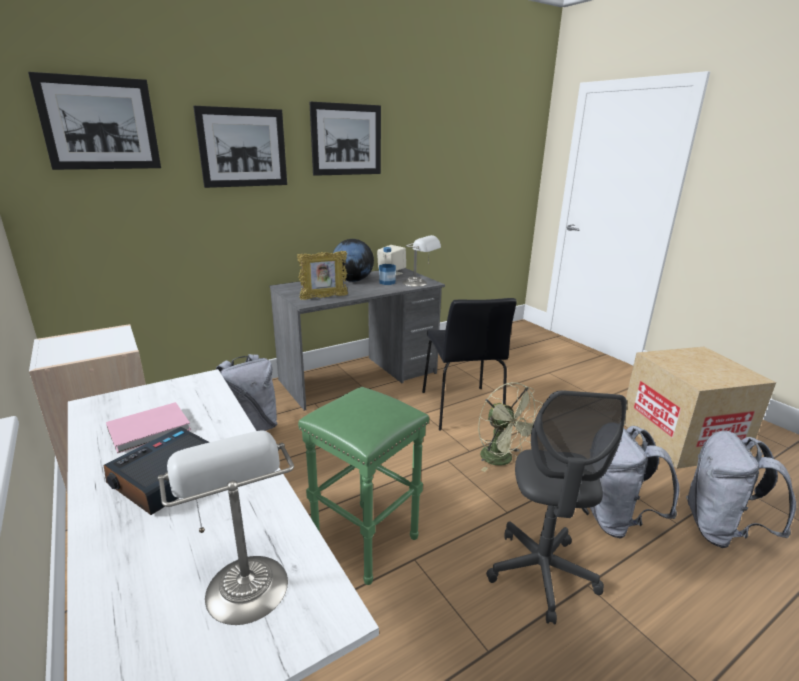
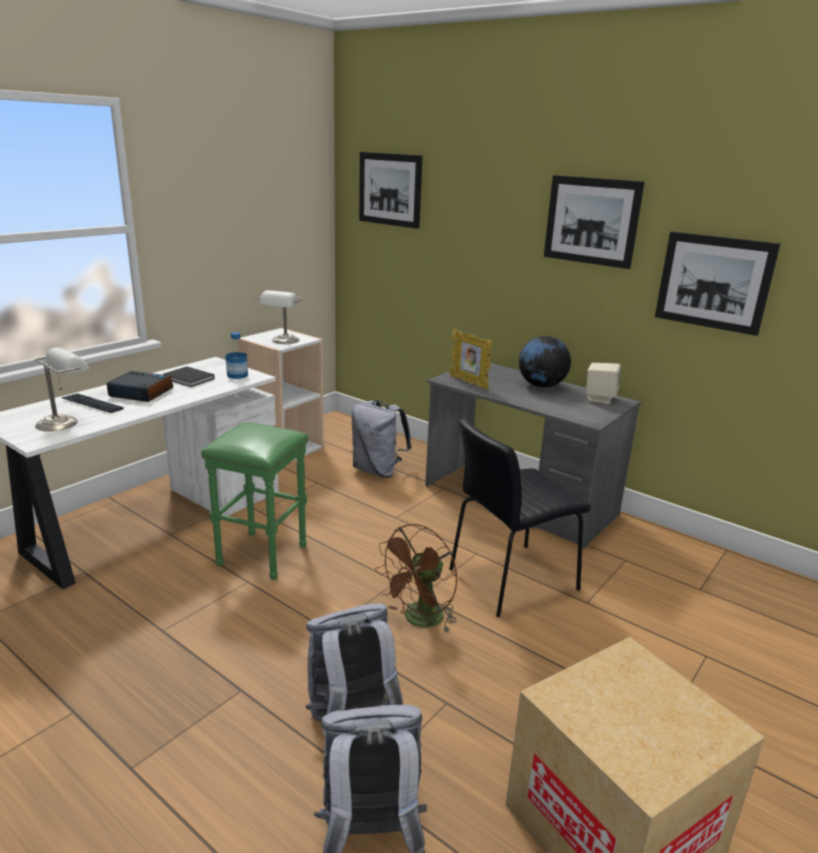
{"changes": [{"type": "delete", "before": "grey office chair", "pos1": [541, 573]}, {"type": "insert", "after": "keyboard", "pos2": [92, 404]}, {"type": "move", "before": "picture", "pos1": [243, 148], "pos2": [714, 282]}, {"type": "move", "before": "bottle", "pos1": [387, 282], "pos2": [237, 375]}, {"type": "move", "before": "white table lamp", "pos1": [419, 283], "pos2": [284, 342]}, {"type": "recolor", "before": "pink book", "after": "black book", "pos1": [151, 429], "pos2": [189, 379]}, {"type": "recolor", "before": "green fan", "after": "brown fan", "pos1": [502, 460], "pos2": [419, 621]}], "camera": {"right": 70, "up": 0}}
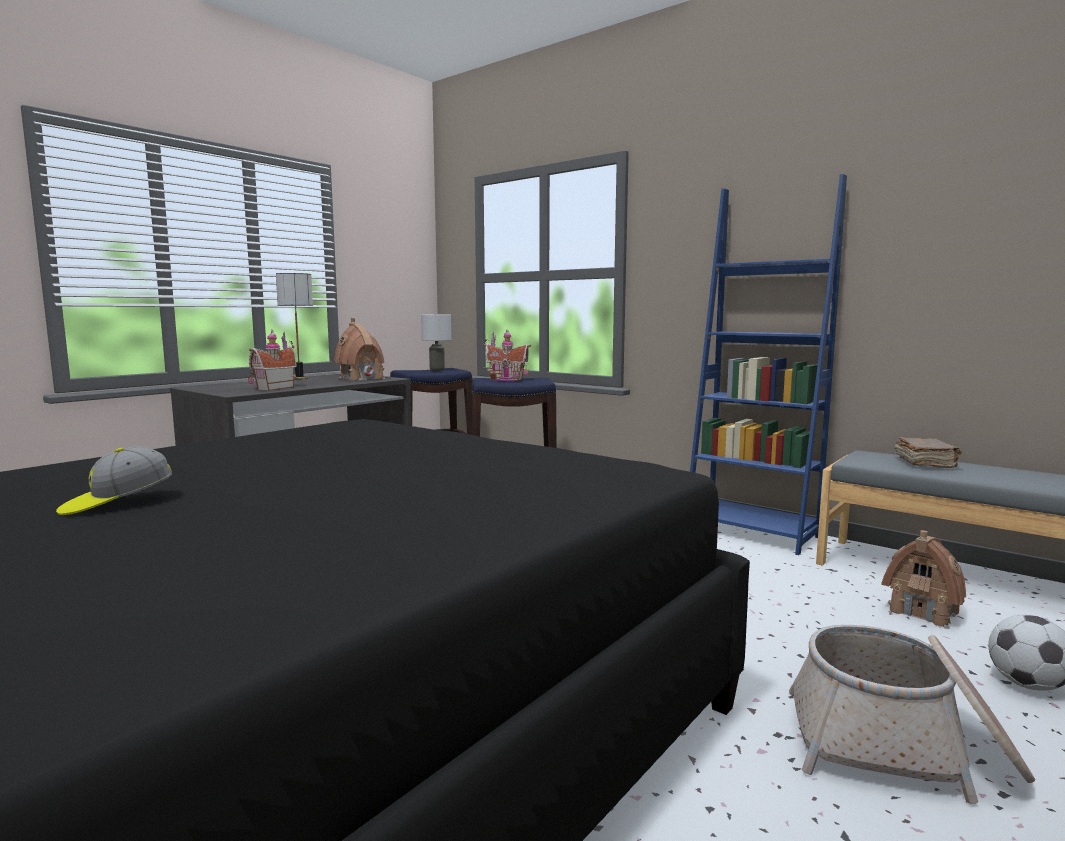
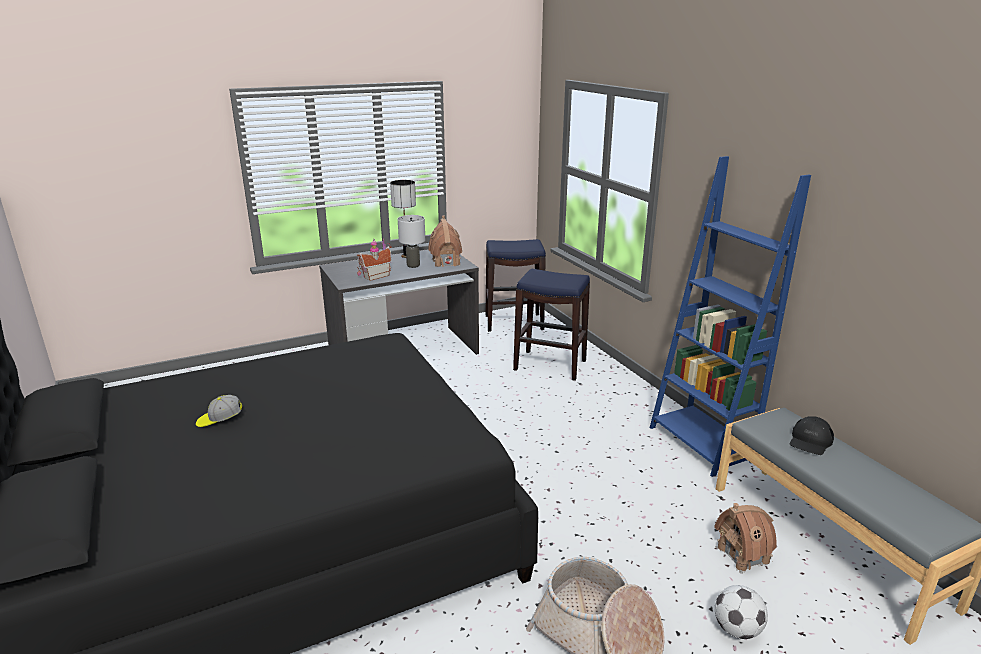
{"changes": [{"type": "delete", "before": "toy house", "pos1": [506, 380]}, {"type": "move", "before": "white table lamp", "pos1": [436, 370], "pos2": [412, 266]}, {"type": "replace", "before": "brown book", "after": "black cap", "pos1": [925, 463], "pos2": [810, 441]}], "camera": {"right": 25, "up": 15}}
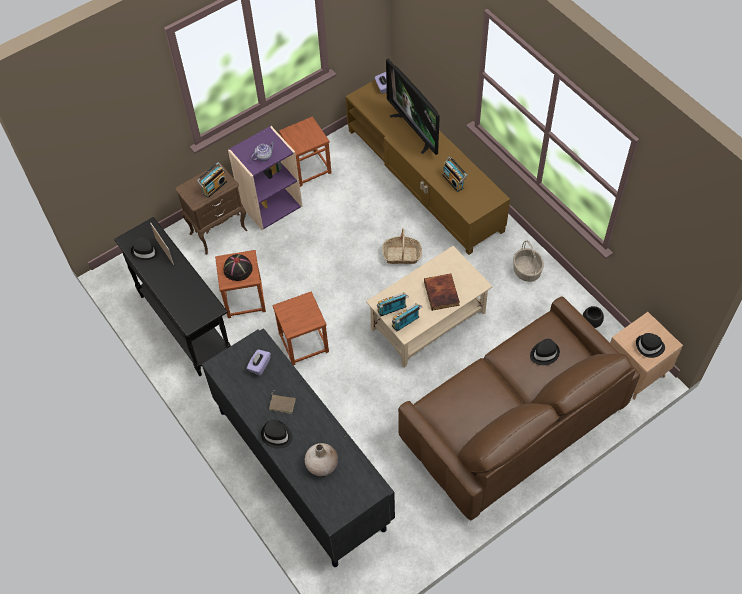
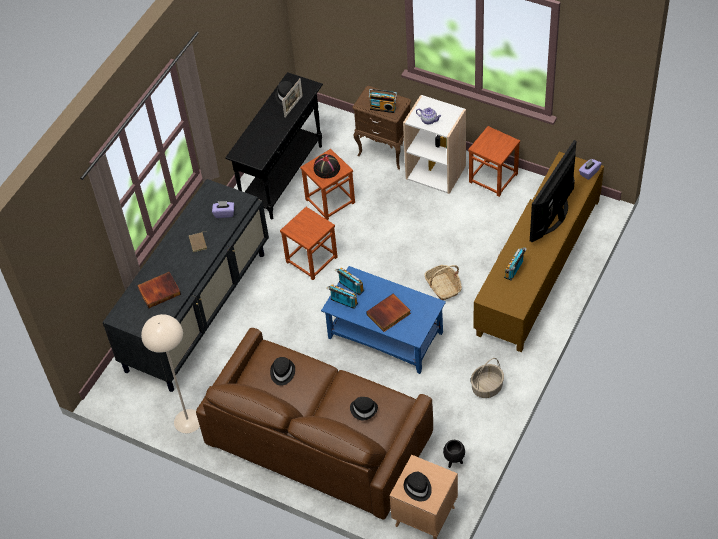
{"changes": [{"type": "insert", "after": "beige floor lamp", "pos2": [187, 421]}, {"type": "move", "before": "black hat", "pos1": [276, 435], "pos2": [282, 373]}, {"type": "replace", "before": "beige vase", "after": "book", "pos1": [322, 464], "pos2": [159, 290]}, {"type": "recolor", "before": "purple bookcase", "after": "white bookcase", "pos1": [271, 204], "pos2": [436, 172]}, {"type": "recolor", "before": "beige coffee table", "after": "blue coffee table", "pos1": [427, 322], "pos2": [384, 335]}], "camera": {"right": 65, "up": -5}}
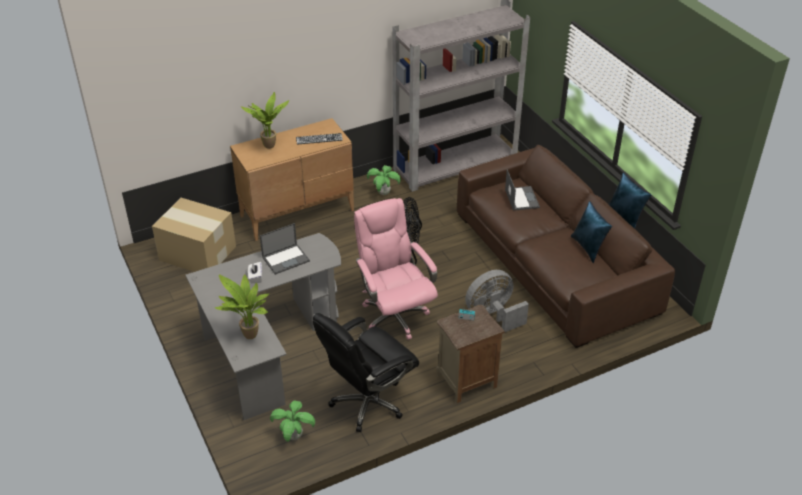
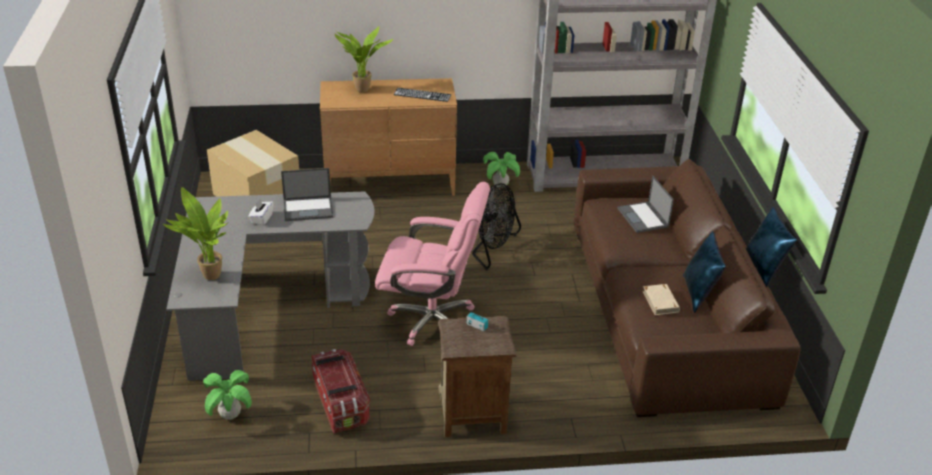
{"changes": [{"type": "delete", "before": "grey fan", "pos1": [493, 315]}, {"type": "insert", "after": "beige book", "pos2": [660, 301]}, {"type": "replace", "before": "black office chair", "after": "storage box", "pos1": [369, 401], "pos2": [340, 403]}, {"type": "rotate", "before": "pink office chair", "pos1": [395, 317], "pos2": [430, 319], "turn": 105}, {"type": "rotate", "before": "laptop", "pos1": [521, 198], "pos2": [643, 218], "turn": 150}], "camera": {"right": 20, "up": -5}}
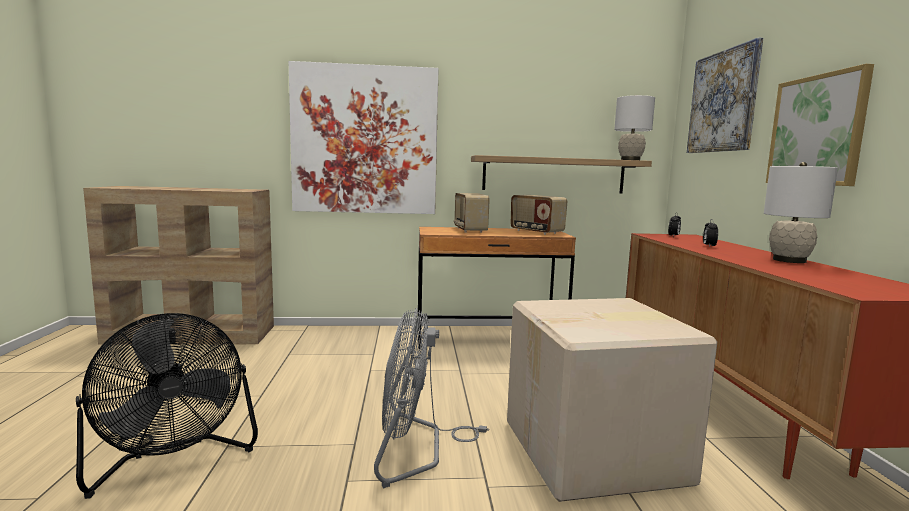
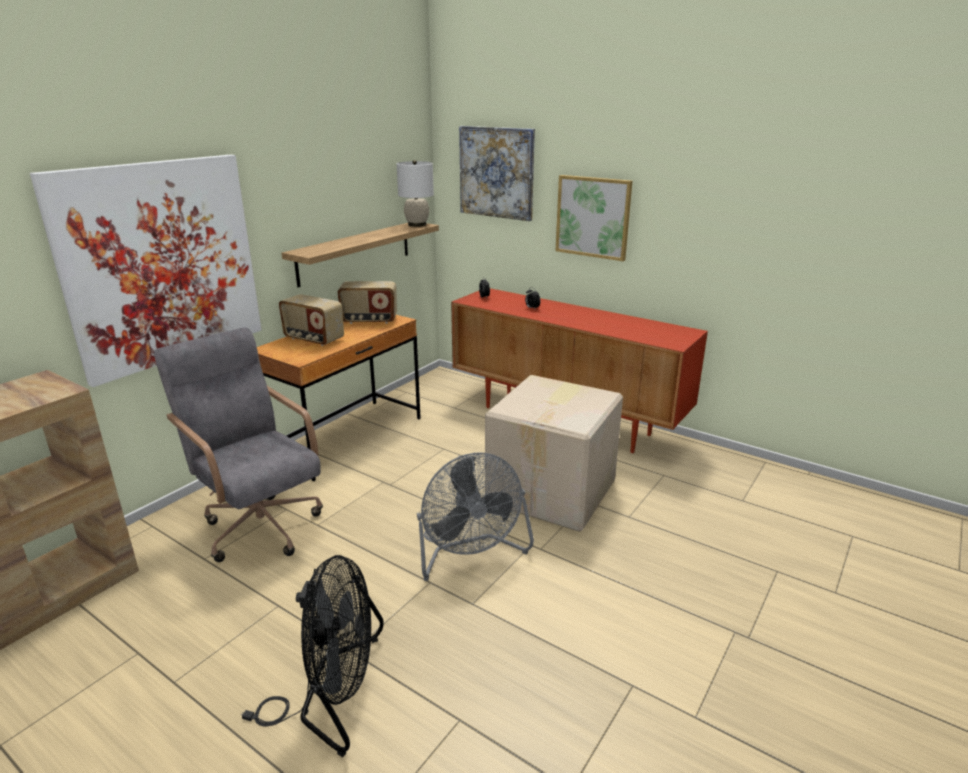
{"changes": [{"type": "delete", "before": "white table lamp", "pos1": [789, 260]}, {"type": "insert", "after": "grey office chair", "pos2": [259, 526]}, {"type": "rotate", "before": "grey fan", "pos1": [418, 444], "pos2": [465, 553], "turn": -60}], "camera": {"right": -50, "up": 15}}
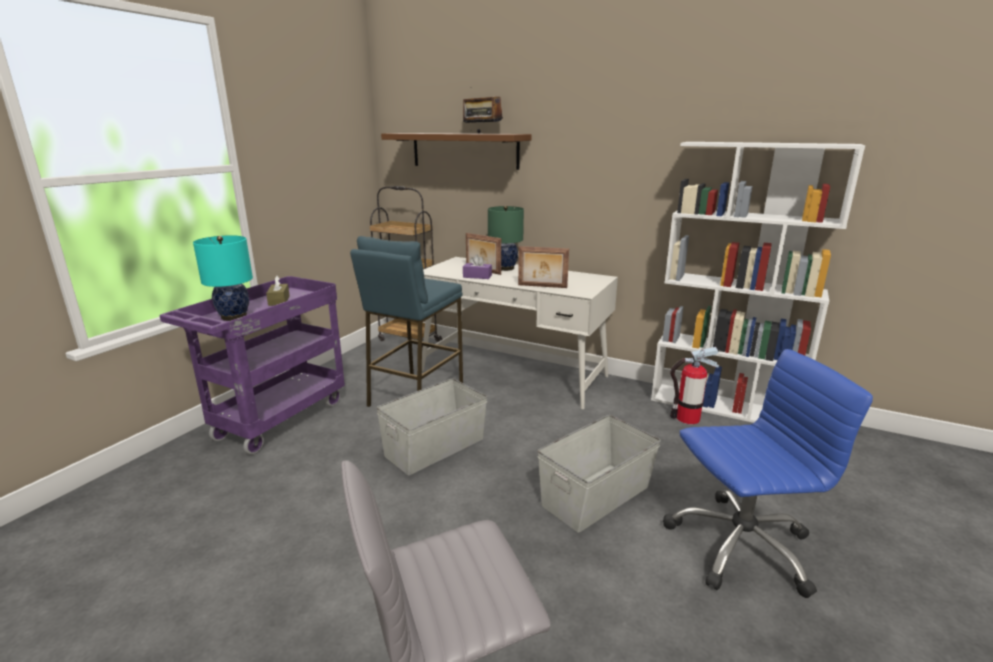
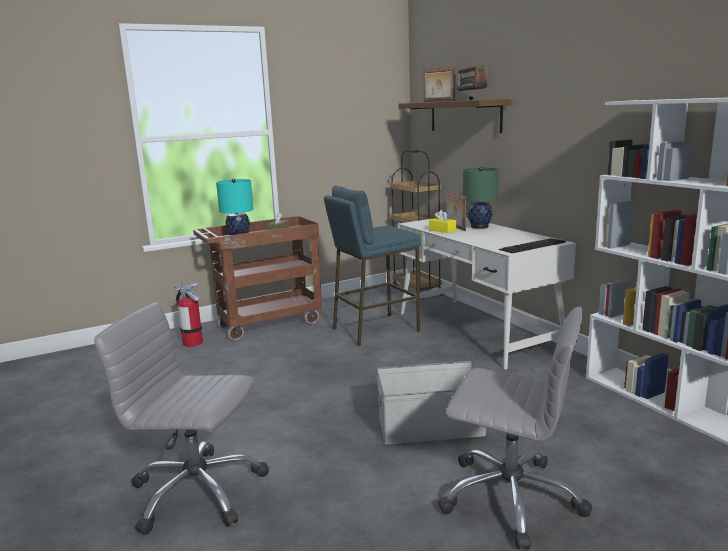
{"changes": [{"type": "delete", "before": "grey storage box", "pos1": [435, 447]}, {"type": "insert", "after": "keyboard", "pos2": [532, 246]}, {"type": "move", "before": "picture frame", "pos1": [542, 286], "pos2": [438, 101]}, {"type": "move", "before": "fire extinguisher", "pos1": [687, 418], "pos2": [192, 343]}, {"type": "recolor", "before": "purple cart", "after": "brown cart", "pos1": [276, 423], "pos2": [265, 326]}, {"type": "recolor", "before": "purple tissue box", "after": "yellow tissue box", "pos1": [477, 276], "pos2": [442, 230]}, {"type": "recolor", "before": "blue office chair", "after": "grey office chair", "pos1": [740, 545], "pos2": [511, 498]}], "camera": {"right": 35, "up": -5}}
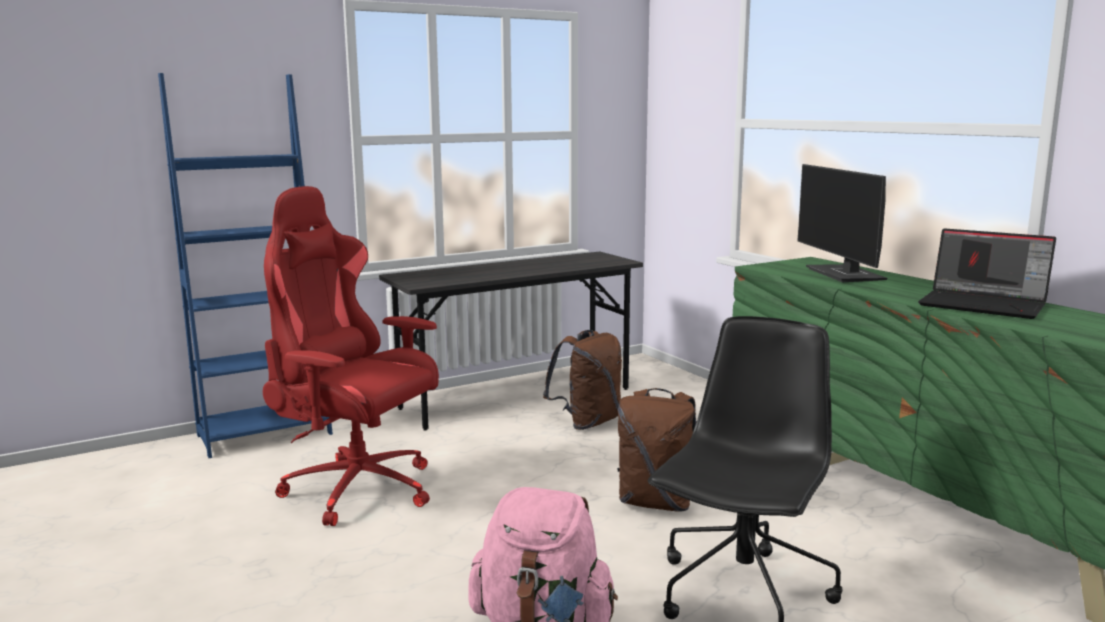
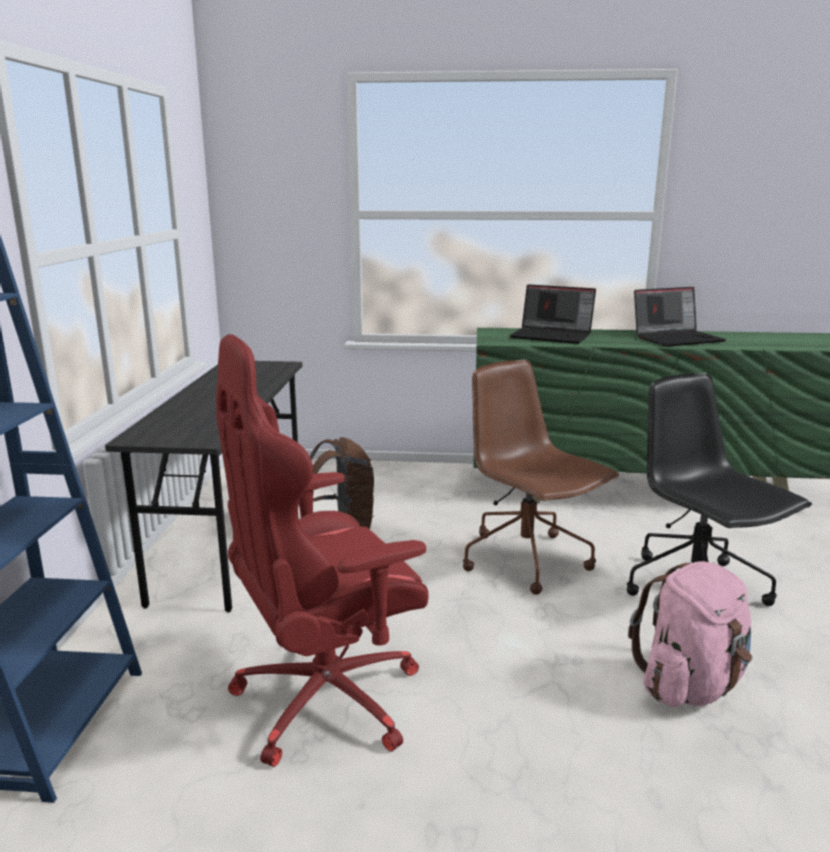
{"changes": [{"type": "replace", "before": "brown backpack", "after": "brown office chair", "pos1": [657, 503], "pos2": [530, 563]}, {"type": "replace", "before": "monitor", "after": "laptop", "pos1": [846, 275], "pos2": [552, 336]}], "camera": {"right": -55, "up": 5}}
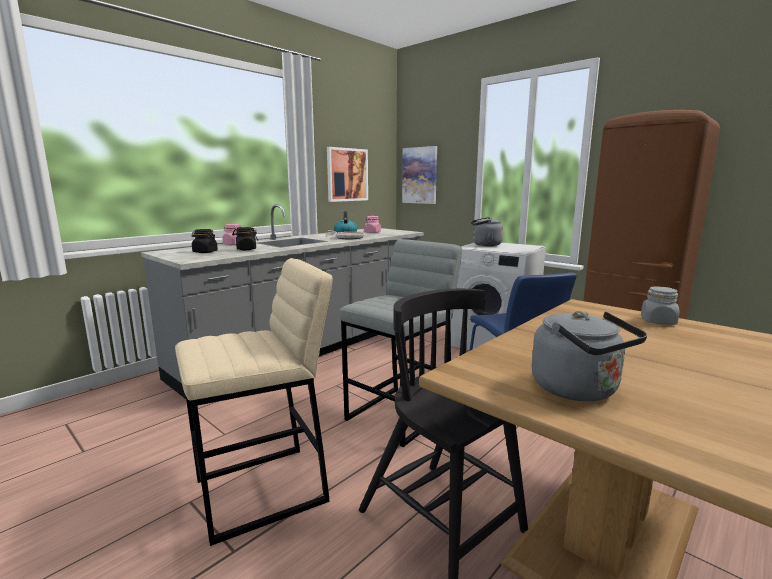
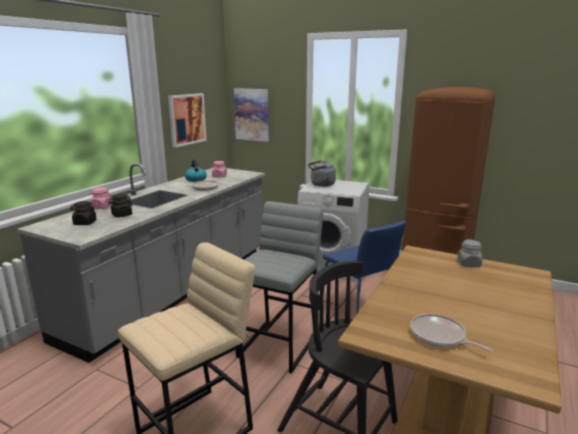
{"changes": [{"type": "replace", "before": "grey kettle", "after": "frying pan", "pos1": [579, 390], "pos2": [440, 336]}], "camera": {"right": -15, "up": 5}}
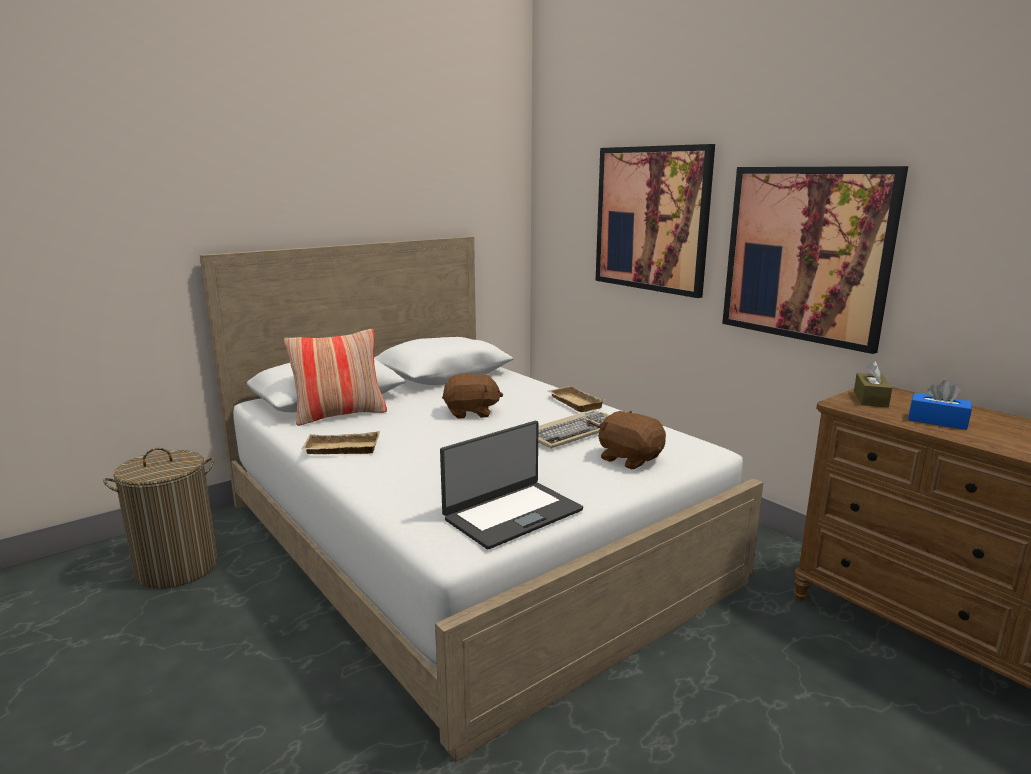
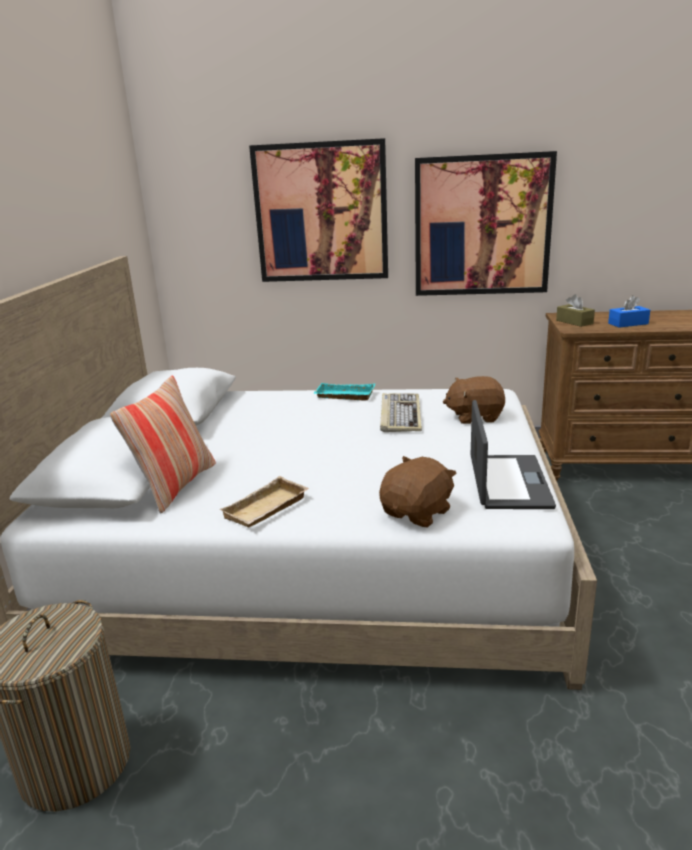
{"changes": [{"type": "move", "before": "brown plush toy", "pos1": [471, 413], "pos2": [418, 513]}, {"type": "recolor", "before": "beige tray", "after": "turquoise tray", "pos1": [573, 403], "pos2": [343, 396]}], "camera": {"right": -45, "up": 5}}
